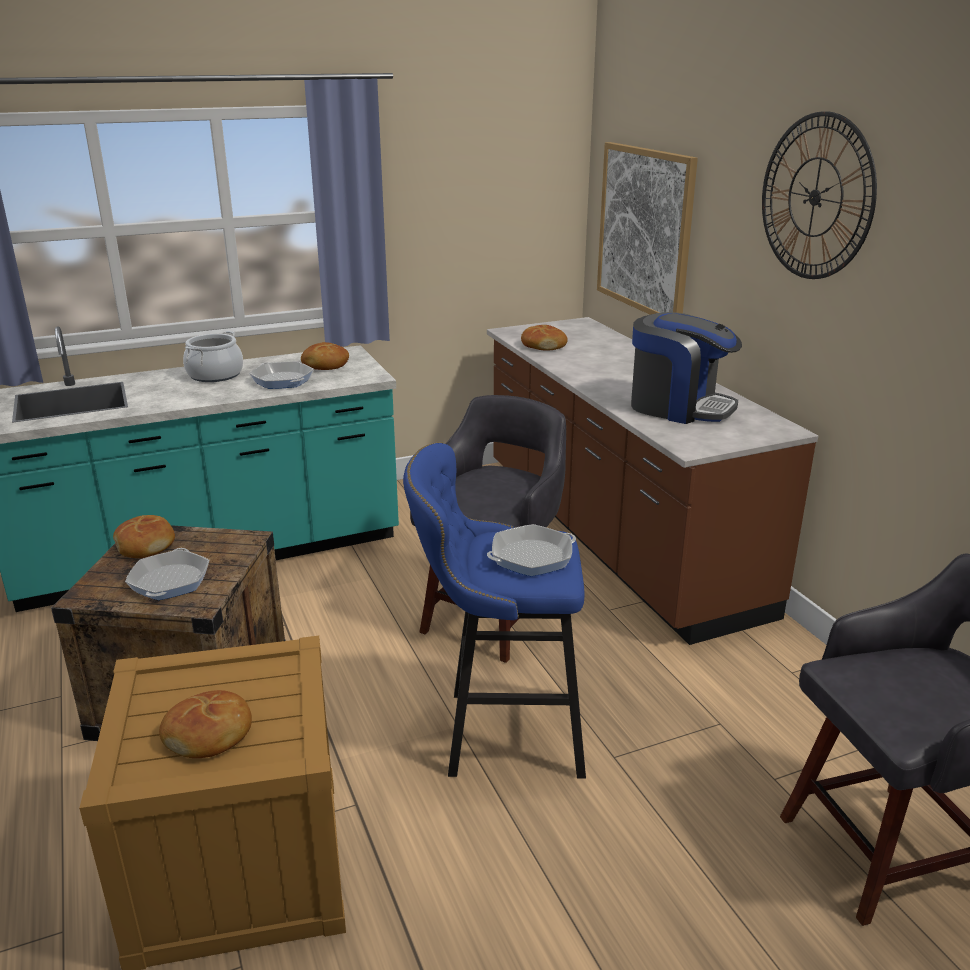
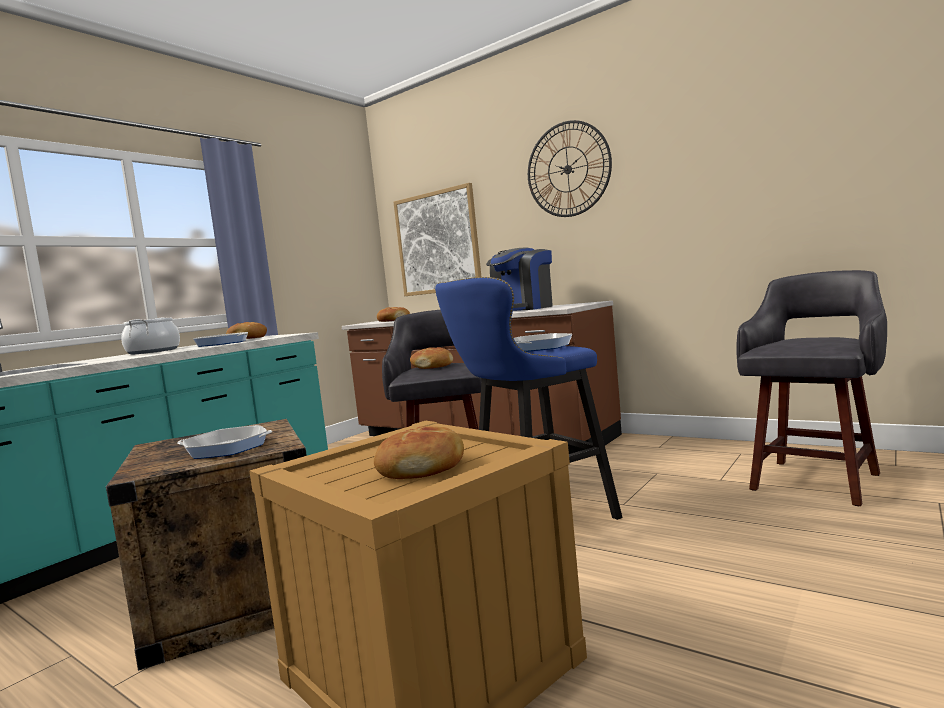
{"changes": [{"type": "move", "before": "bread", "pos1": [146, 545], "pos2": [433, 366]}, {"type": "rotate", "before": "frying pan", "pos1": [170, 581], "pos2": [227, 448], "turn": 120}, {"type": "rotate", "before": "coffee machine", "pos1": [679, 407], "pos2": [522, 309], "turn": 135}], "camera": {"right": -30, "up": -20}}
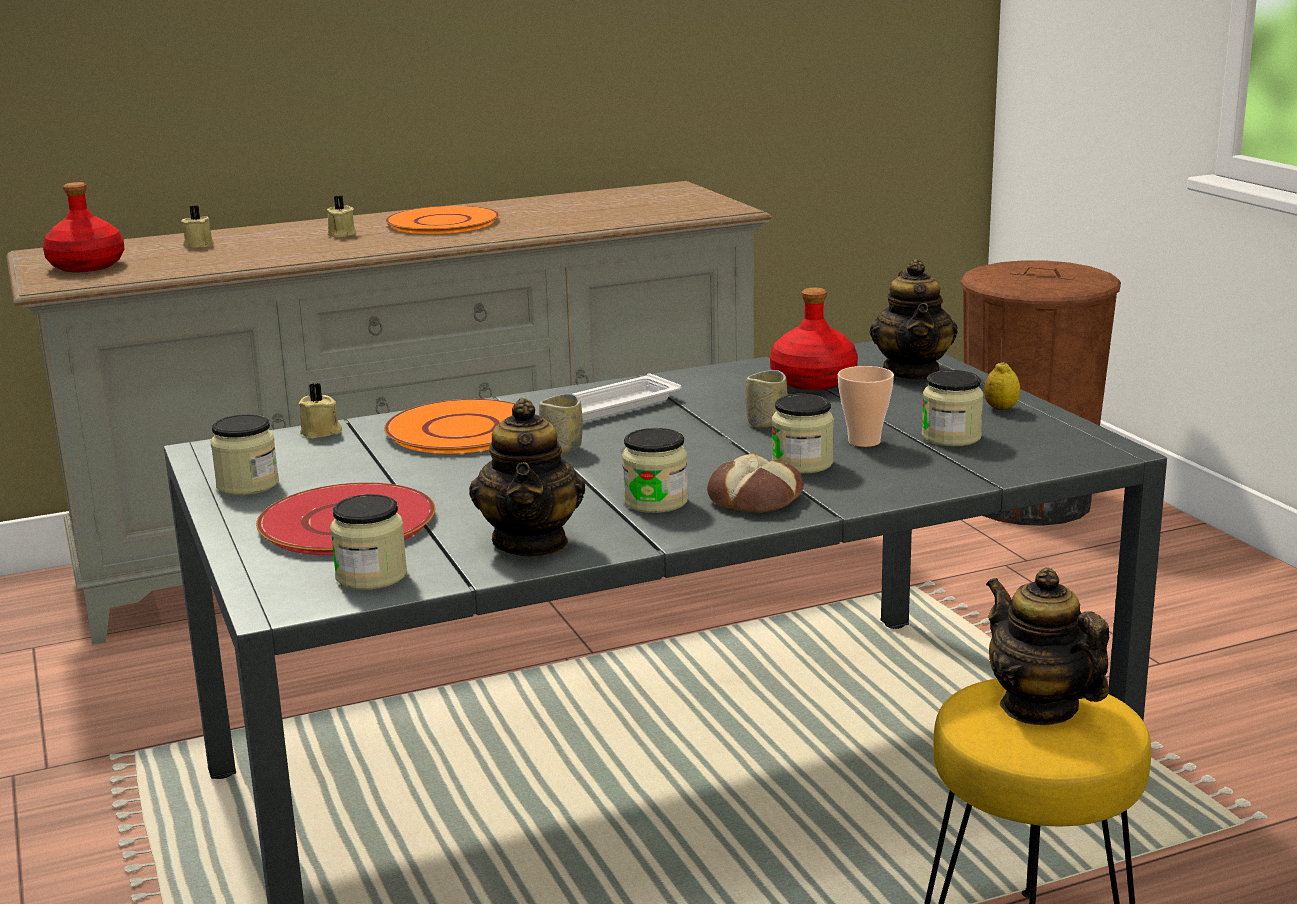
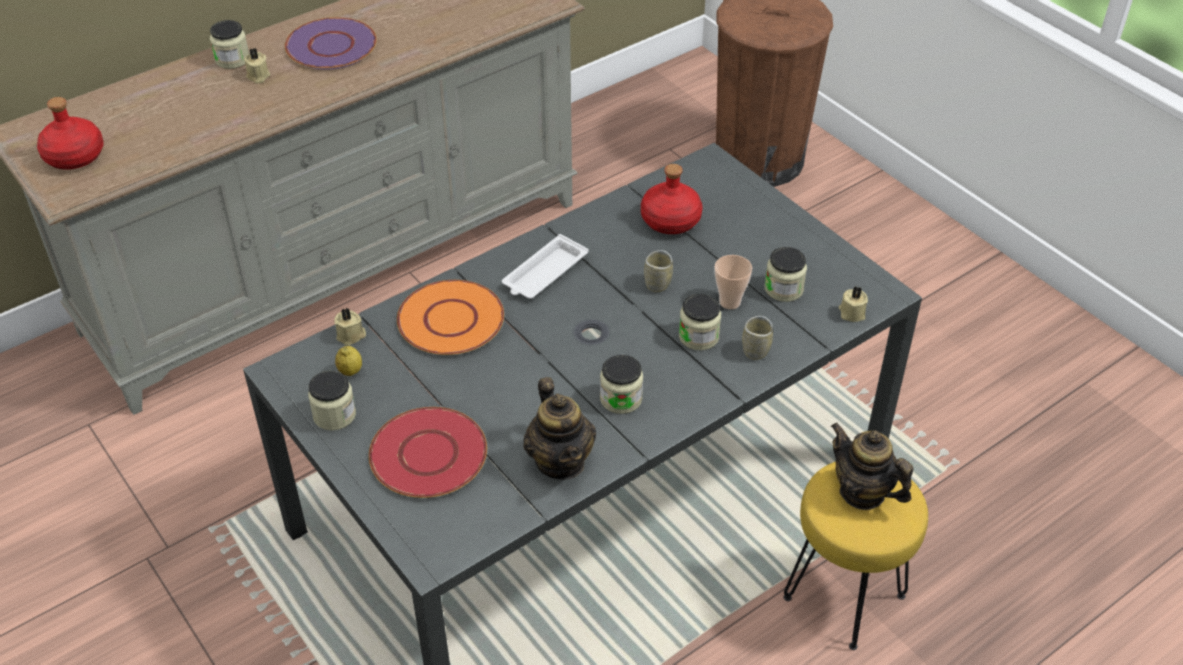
{"changes": [{"type": "delete", "before": "bread", "pos1": [757, 499]}, {"type": "delete", "before": "teapot", "pos1": [913, 372]}, {"type": "move", "before": "beige candle", "pos1": [199, 244], "pos2": [851, 313]}, {"type": "move", "before": "jar", "pos1": [371, 576], "pos2": [232, 59]}, {"type": "move", "before": "cup", "pos1": [562, 448], "pos2": [755, 351]}, {"type": "move", "before": "lemon", "pos1": [1001, 408], "pos2": [350, 371]}, {"type": "recolor", "before": "orange plate", "after": "purple plate", "pos1": [443, 223], "pos2": [332, 46]}], "camera": {"right": -15, "up": 25}}
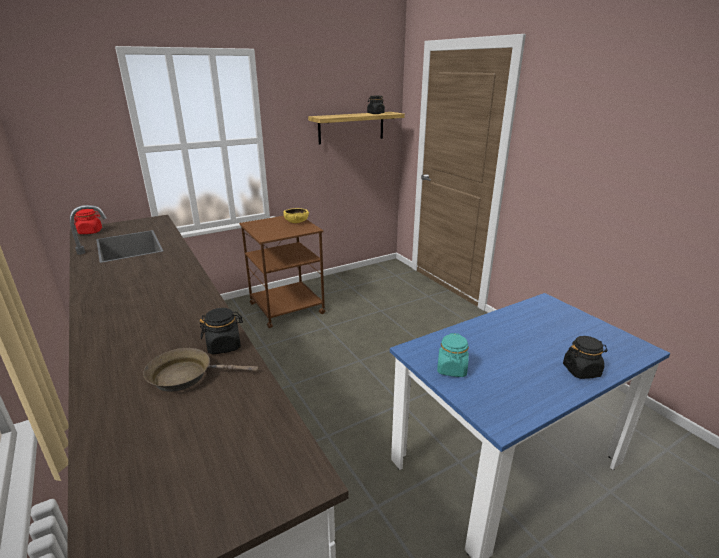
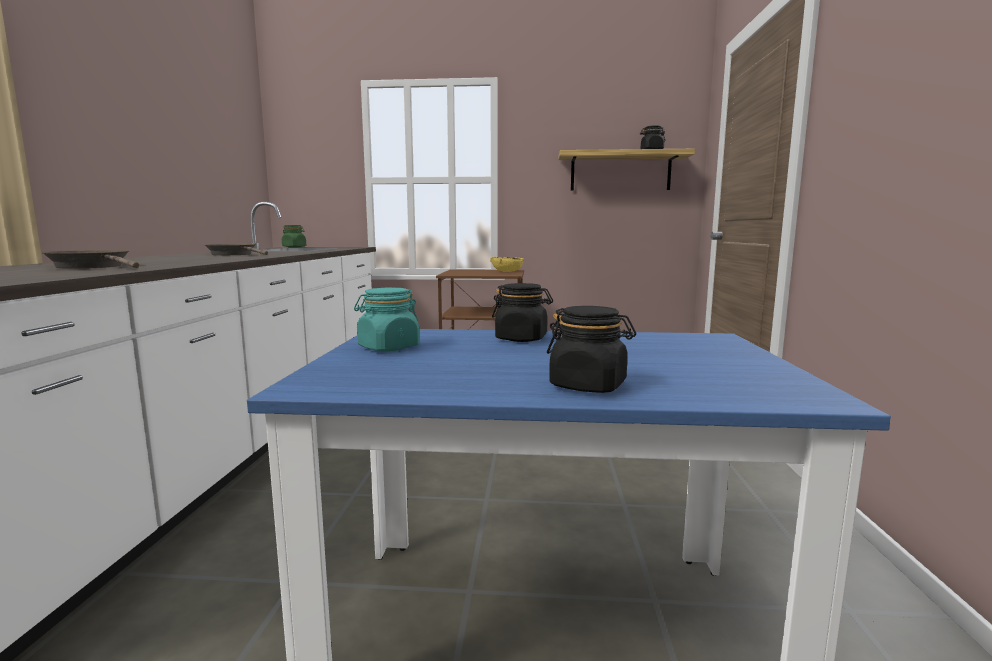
{"changes": [{"type": "insert", "after": "brown frying pan", "pos2": [234, 254]}, {"type": "move", "before": "black jar", "pos1": [224, 345], "pos2": [521, 339]}, {"type": "recolor", "before": "red jar", "after": "green jar", "pos1": [90, 232], "pos2": [294, 247]}], "camera": {"right": 35, "up": -15}}
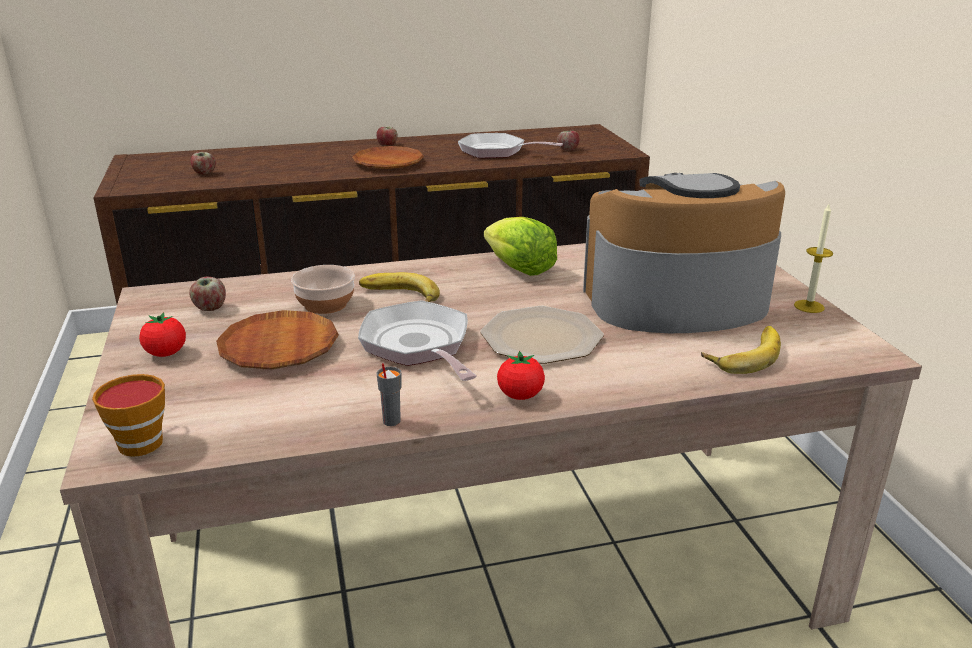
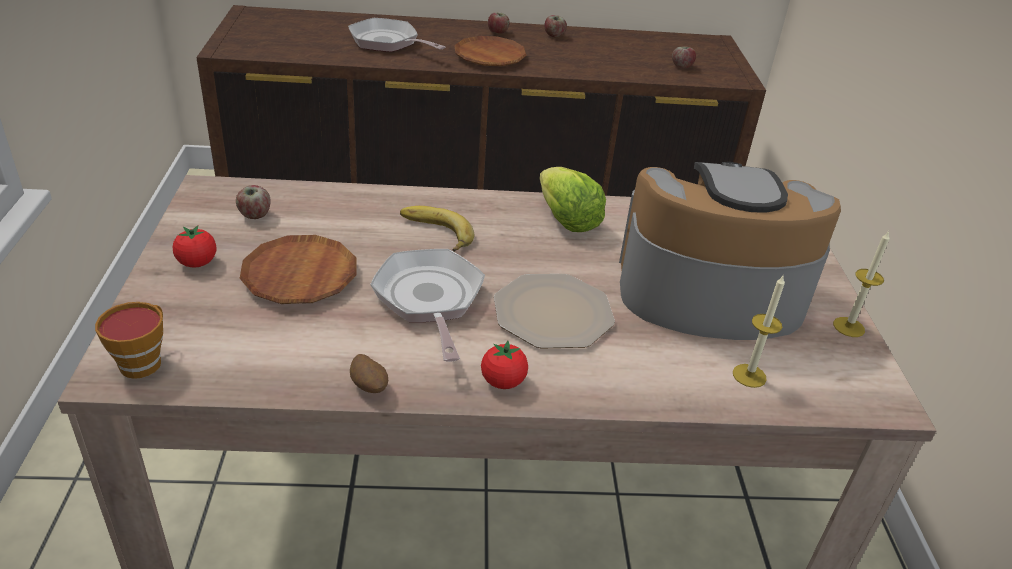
{"changes": [{"type": "delete", "before": "bowl", "pos1": [326, 304]}, {"type": "move", "before": "apple", "pos1": [204, 173], "pos2": [554, 36]}, {"type": "move", "before": "frying pan", "pos1": [497, 151], "pos2": [388, 42]}, {"type": "replace", "before": "grey cup", "after": "potato", "pos1": [391, 421], "pos2": [369, 387]}, {"type": "replace", "before": "banana", "after": "candle", "pos1": [743, 354], "pos2": [749, 375]}], "camera": {"right": 10, "up": 10}}
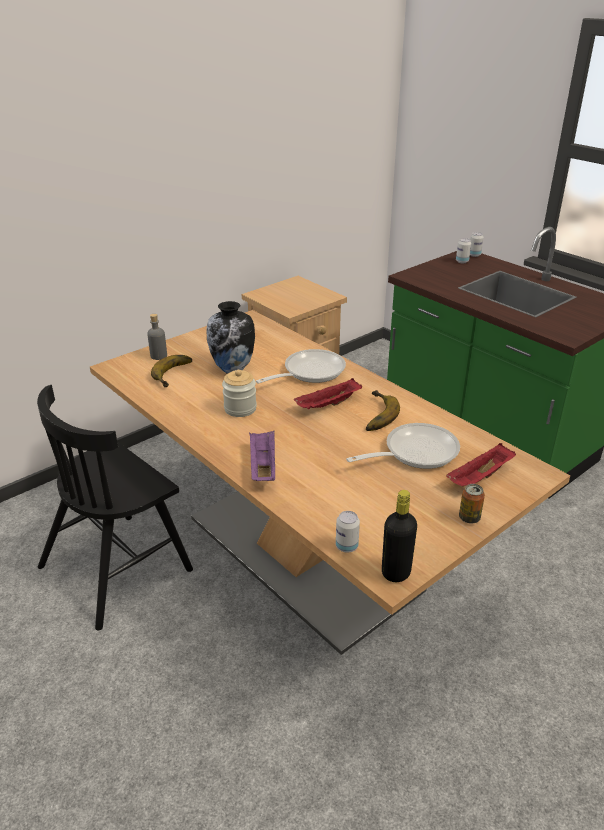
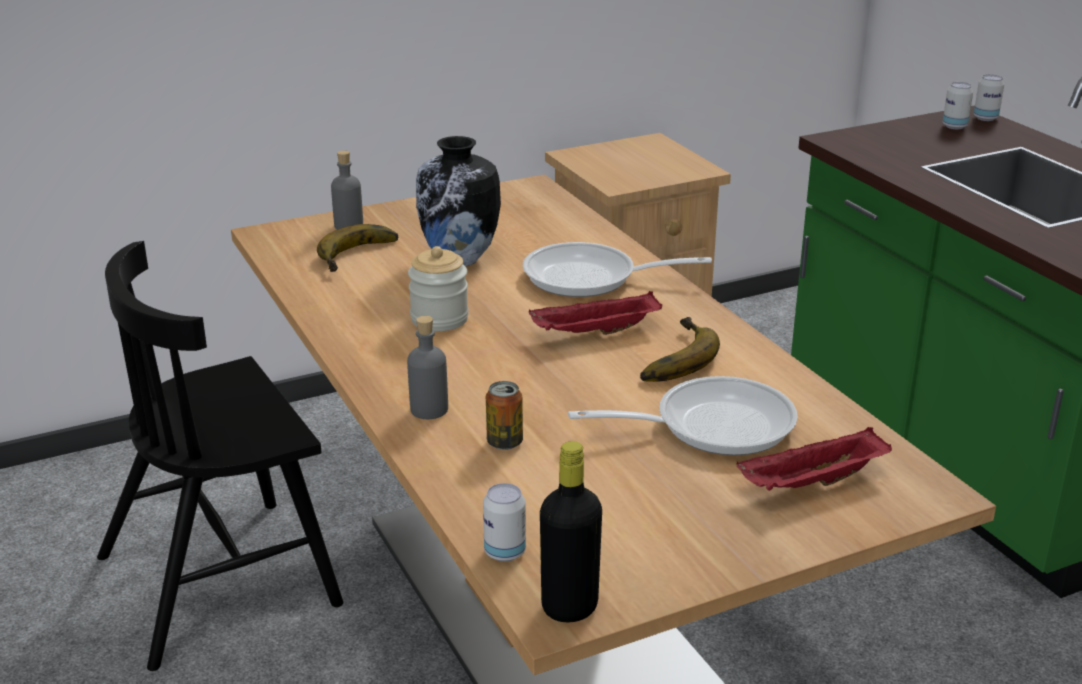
{"changes": [{"type": "move", "before": "can", "pos1": [469, 518], "pos2": [504, 442]}, {"type": "replace", "before": "purple tray", "after": "grey bottle", "pos1": [262, 466], "pos2": [429, 409]}, {"type": "rotate", "before": "frying pan", "pos1": [309, 372], "pos2": [590, 278], "turn": -150}], "camera": {"right": 15, "up": -5}}
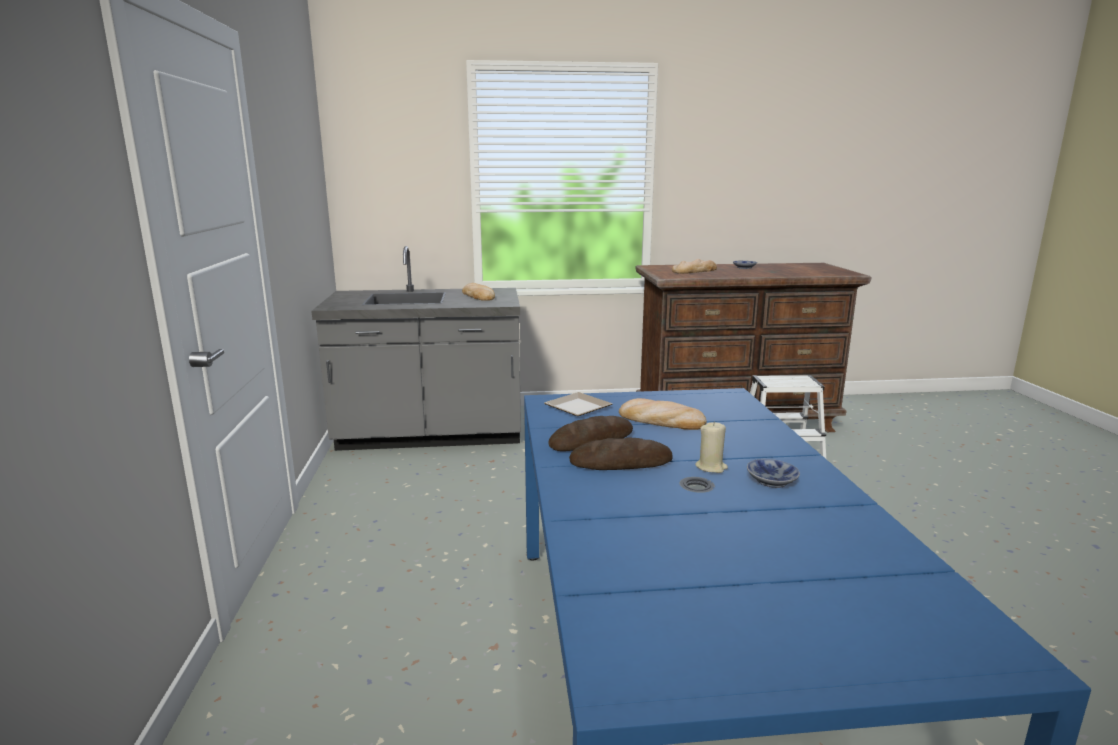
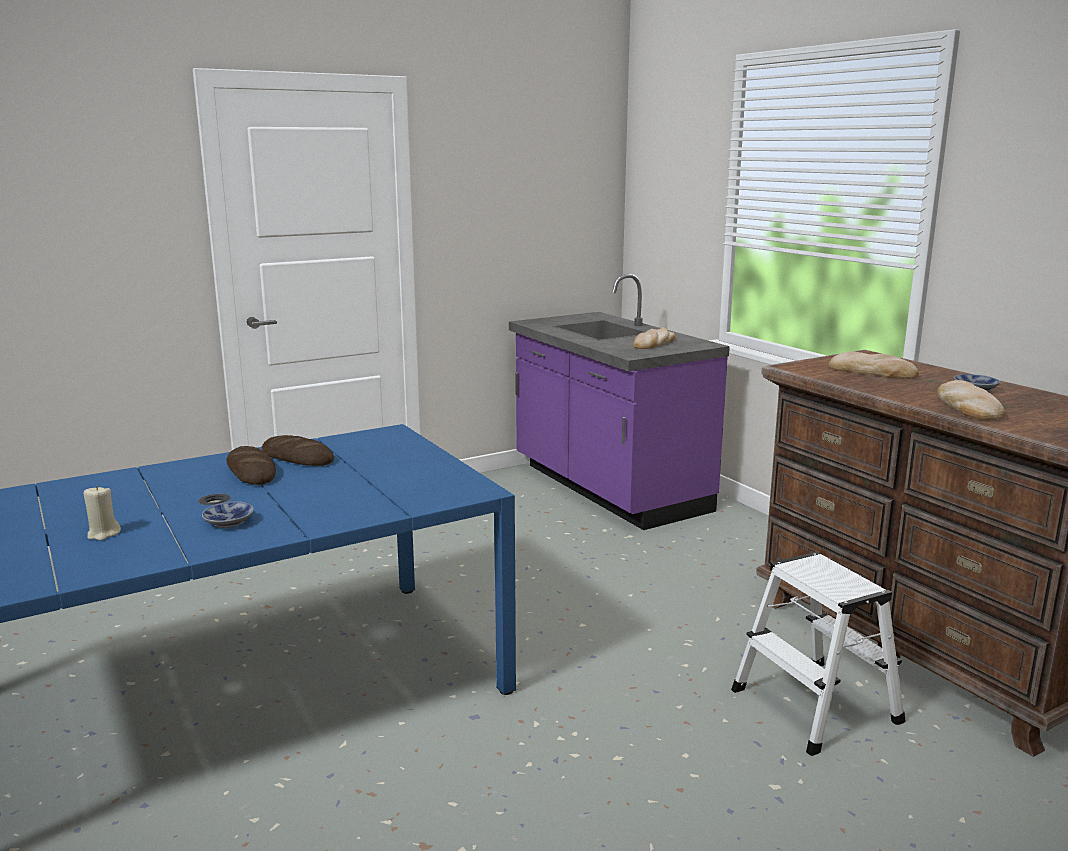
{"changes": [{"type": "delete", "before": "plate", "pos1": [578, 406]}, {"type": "move", "before": "bread", "pos1": [661, 420], "pos2": [966, 407]}, {"type": "move", "before": "beige candle", "pos1": [711, 467], "pos2": [103, 534]}, {"type": "recolor", "before": "grey counter", "after": "purple counter", "pos1": [430, 435], "pos2": [607, 489]}], "camera": {"right": 65, "up": 0}}
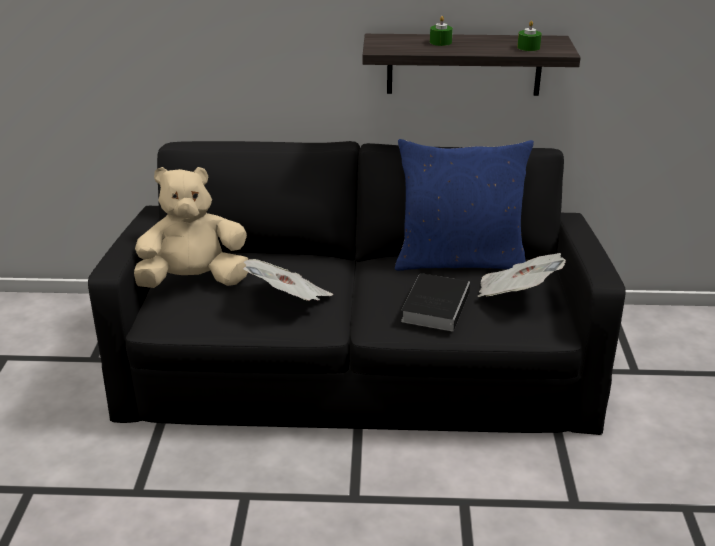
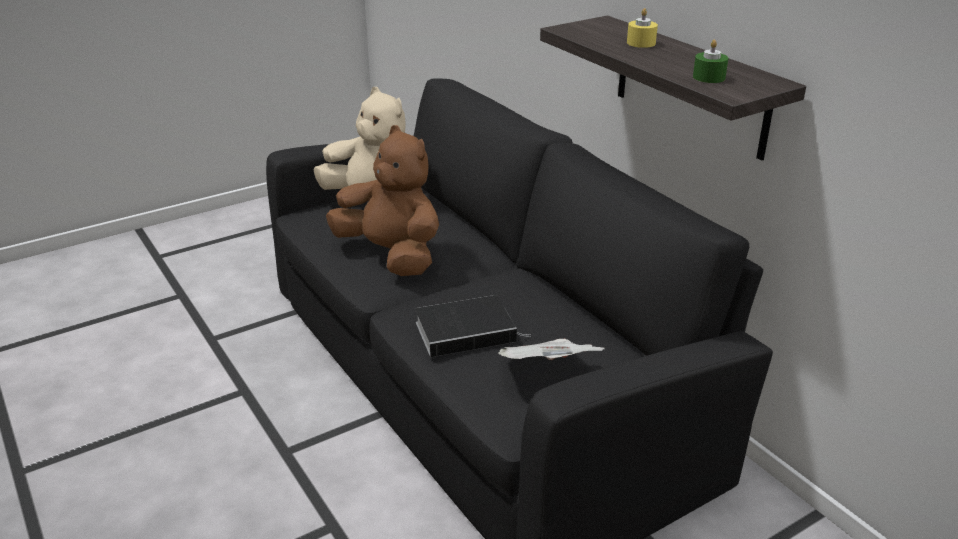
{"changes": [{"type": "delete", "before": "blue pillow", "pos1": [459, 260]}, {"type": "replace", "before": "newspaper", "after": "brown plush toy", "pos1": [289, 300], "pos2": [391, 255]}, {"type": "recolor", "before": "green candle", "after": "yellow candle", "pos1": [440, 42], "pos2": [641, 43]}], "camera": {"right": 55, "up": 0}}
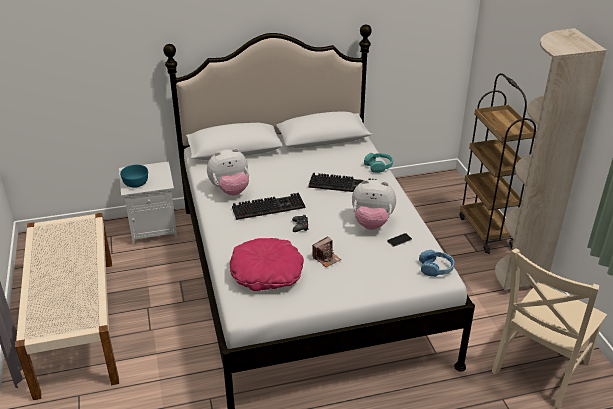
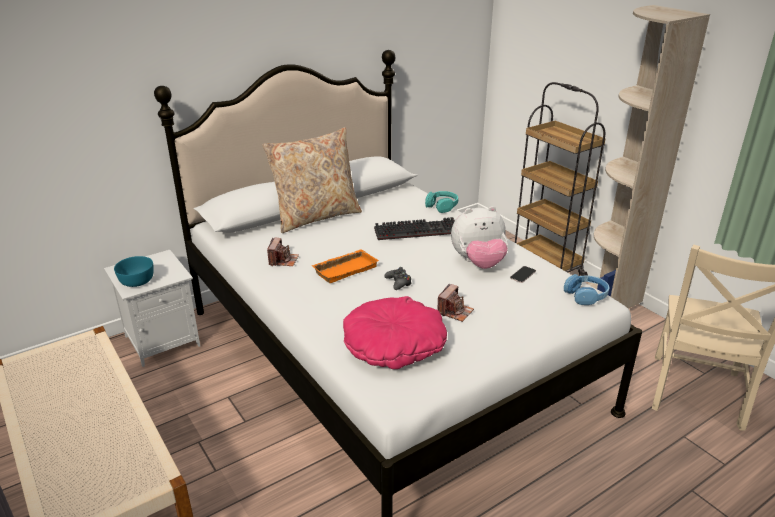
{"changes": [{"type": "insert", "after": "beige pillow", "pos2": [316, 216]}, {"type": "replace", "before": "plush toy", "after": "photo camera", "pos1": [230, 190], "pos2": [283, 260]}, {"type": "replace", "before": "keyboard", "after": "orange tray", "pos1": [269, 207], "pos2": [345, 269]}], "camera": {"right": -20, "up": -5}}
